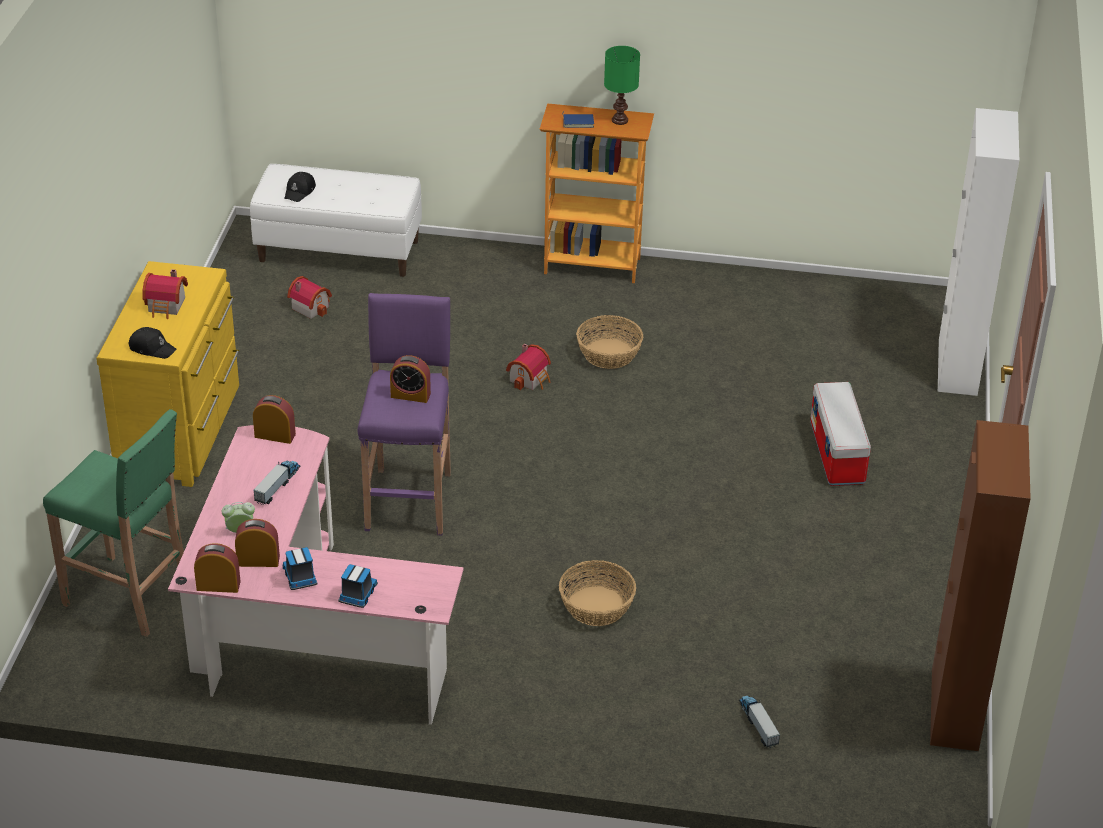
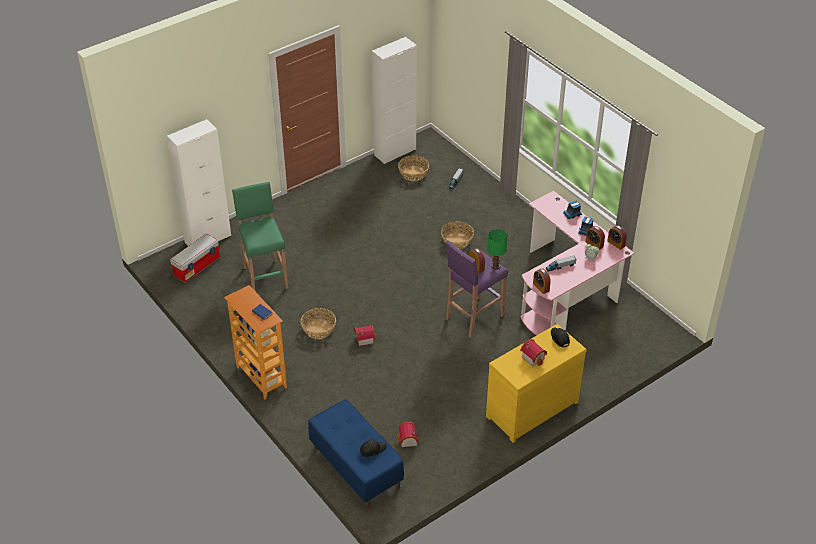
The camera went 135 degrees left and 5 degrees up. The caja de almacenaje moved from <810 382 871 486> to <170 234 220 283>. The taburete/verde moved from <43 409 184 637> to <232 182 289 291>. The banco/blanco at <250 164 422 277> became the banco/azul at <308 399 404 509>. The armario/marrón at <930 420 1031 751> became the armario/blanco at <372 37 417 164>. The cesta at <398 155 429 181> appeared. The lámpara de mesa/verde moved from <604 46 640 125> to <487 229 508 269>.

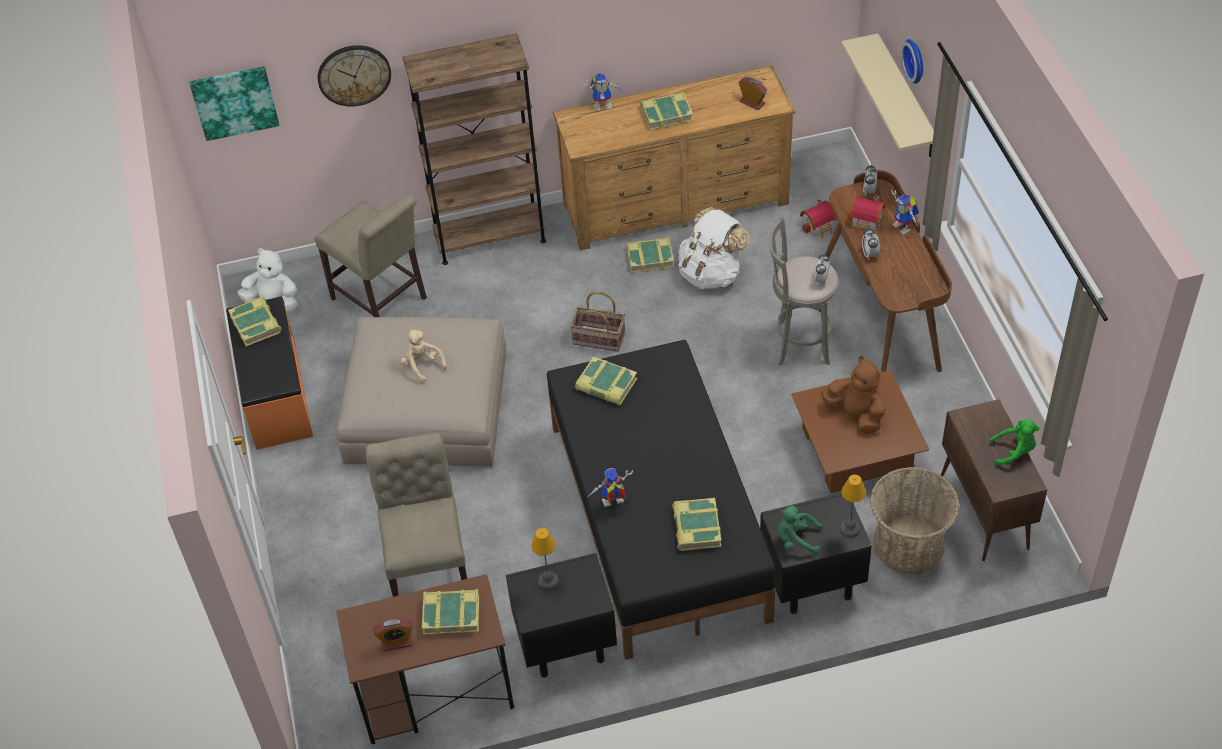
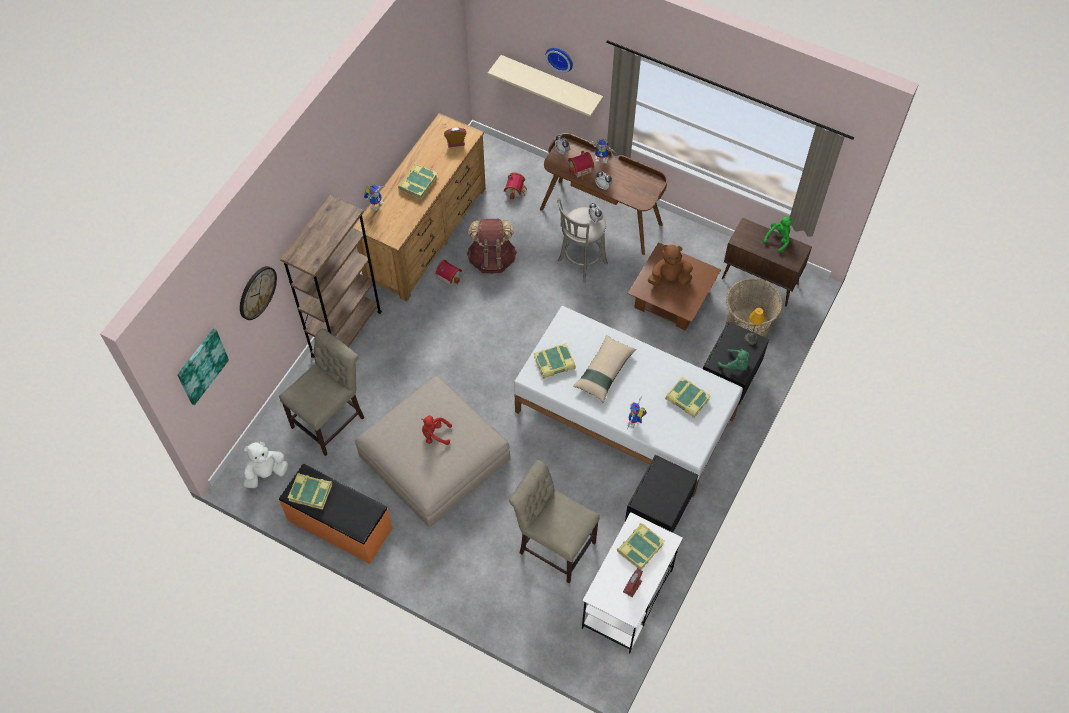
The camera went 50 degrees left and 10 degrees up. The silla/beis at <315 194 427 317> turned 45 degrees counterclockwise. The peluche/beis at <400 329 447 383> became the peluche/rojo at <421 416 452 445>. The libro at <626 237 674 273> was replaced by the casita at <435 260 462 286>. The mochila/blanco at <678 207 750 289> became the mochila/marrón at <467 219 517 274>. The cama/negro at <547 340 775 660> became the cama/blanco at <514 306 743 498>. The cojín/beis at <573 335 636 403> appeared. The escritorio/marrón at <336 574 514 745> became the escritorio/blanco at <582 512 683 654>. The peluche/verde at <778 506 822 555> turned 105 degrees counterclockwise. The lámpara de mesa at <531 528 559 590> disappeared. The cesta at <570 291 625 352> disappeared.

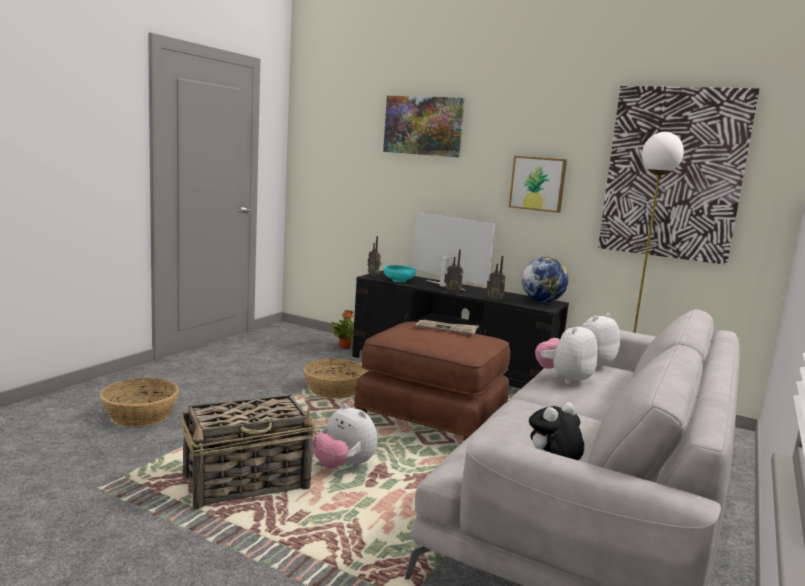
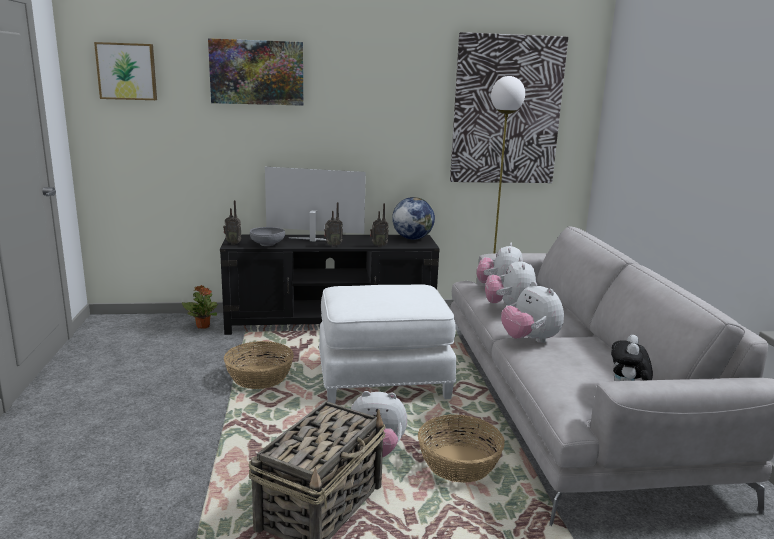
The camera went 35 degrees left and 5 degrees up. The cuadro moved from <509 156 567 213> to <94 42 157 100>. The cuenco/turquesa at <384 265 416 282> became the cuenco/gris at <250 227 285 246>. The puf/marrón at <354 322 510 442> became the puf/blanco at <319 284 456 404>. The cesta moved from <100 378 179 427> to <418 415 505 483>. The peluche at <501 282 564 343> appeared. The periódico at <416 320 479 335> disappeared.

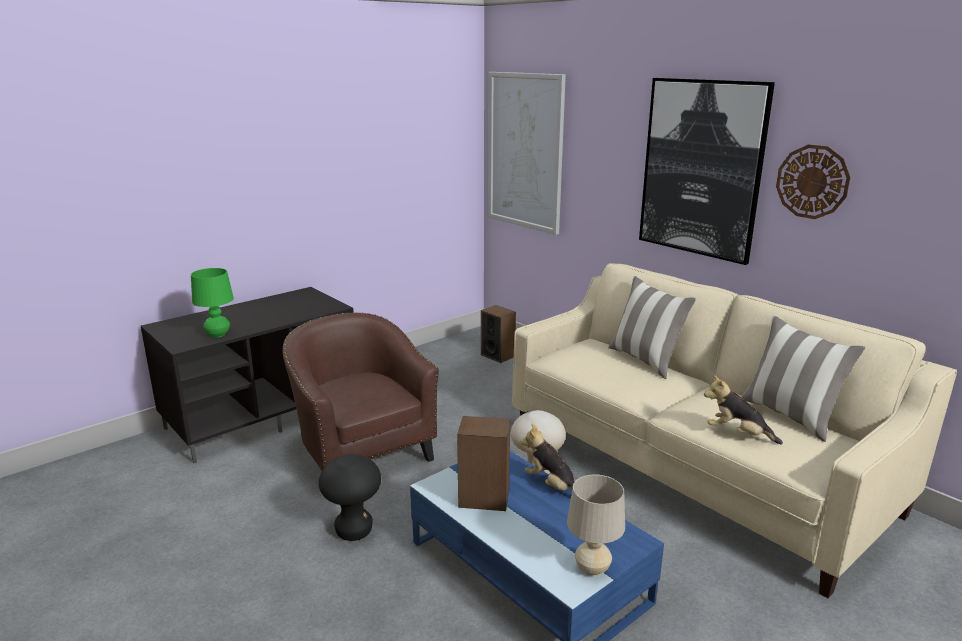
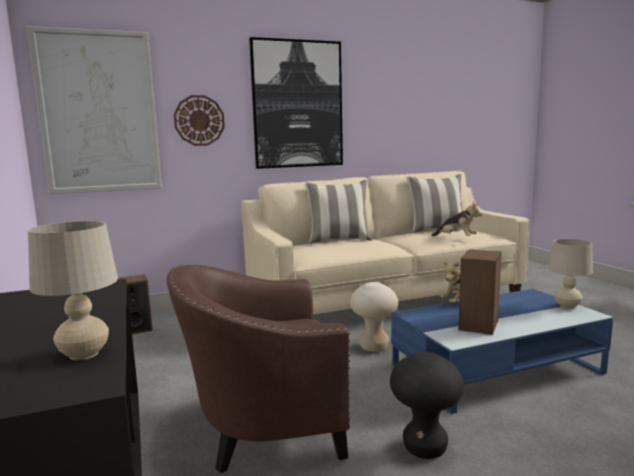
The camera went 70 degrees left and 10 degrees down. The lámpara de mesa/verde at <191 268 234 338> became the lámpara de mesa/beis at <28 221 118 360>. The reloj de pared moved from <776 144 851 219> to <174 95 225 146>. The peluche at <704 375 783 444> turned 105 degrees counterclockwise.

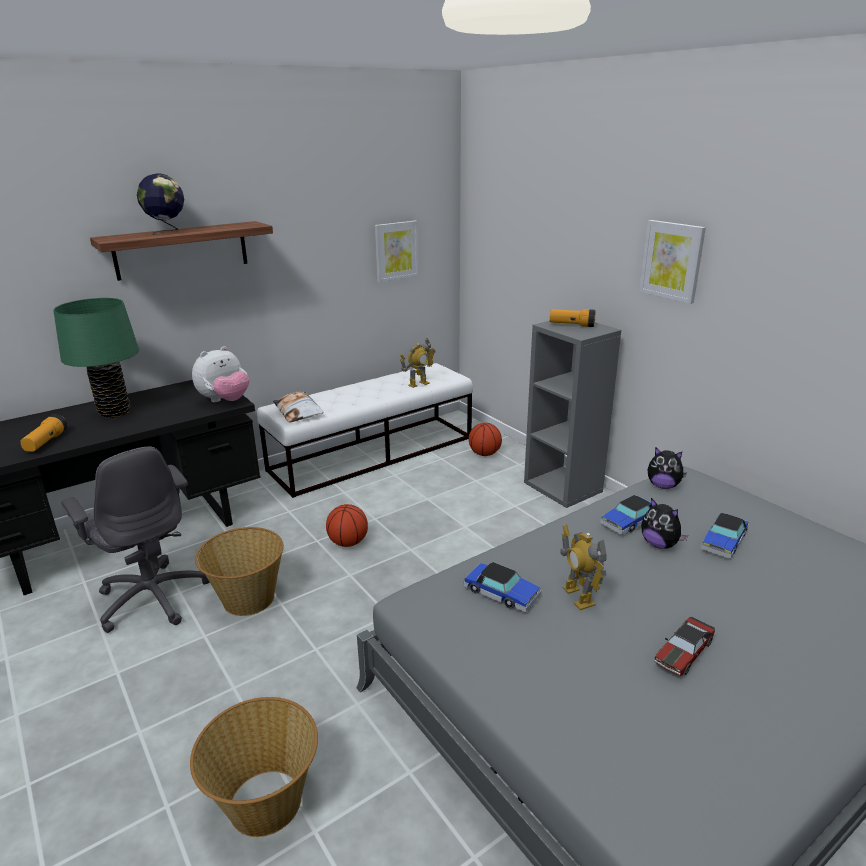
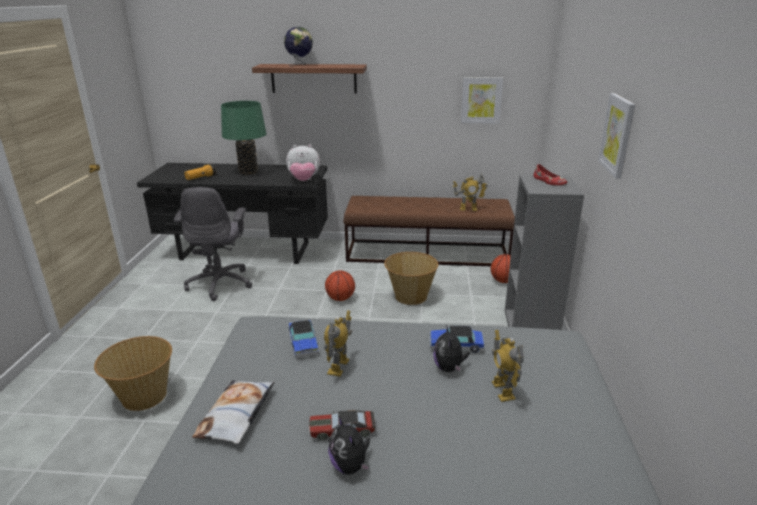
The camera went 40 degrees right and 0 degrees up. The cojín moved from <273 391 324 423> to <192 380 275 444>. The peluche moved from <647 447 687 489> to <328 417 370 475>. The banco/blanco at <257 363 473 498> became the banco/marrón at <343 196 515 266>. The cesta moved from <195 527 284 616> to <384 252 438 305>. The coche de juguete at <701 513 748 559> was replaced by the robot de juguete at <492 330 524 402>. The linterna at <550 309 596 327> was replaced by the zapato/rojo at <534 164 567 185>.

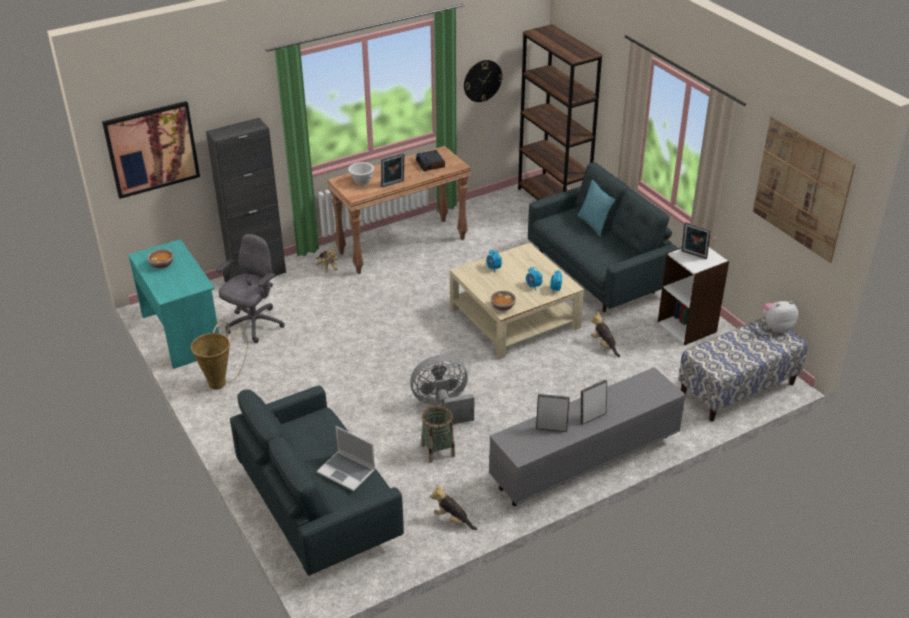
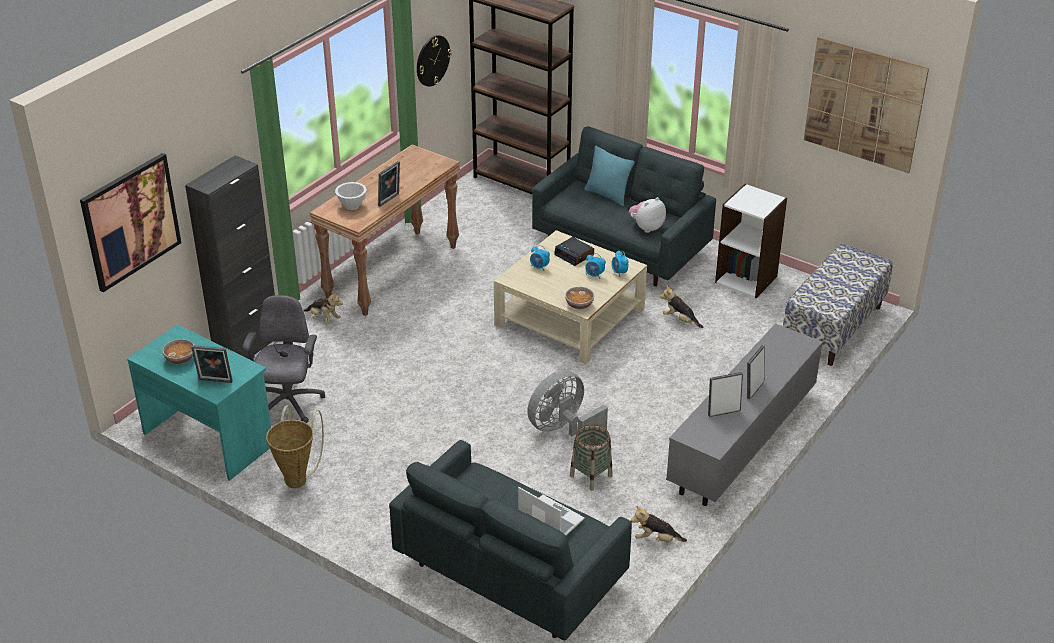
The camera went 25 degrees left and 0 degrees up. The portarretratos moved from <682 222 711 259> to <191 345 233 383>. The portátil at <317 426 375 491> turned 150 degrees counterclockwise. The despertador moved from <416 150 445 171> to <554 237 594 266>. The peluche moved from <762 301 798 332> to <629 197 666 233>.

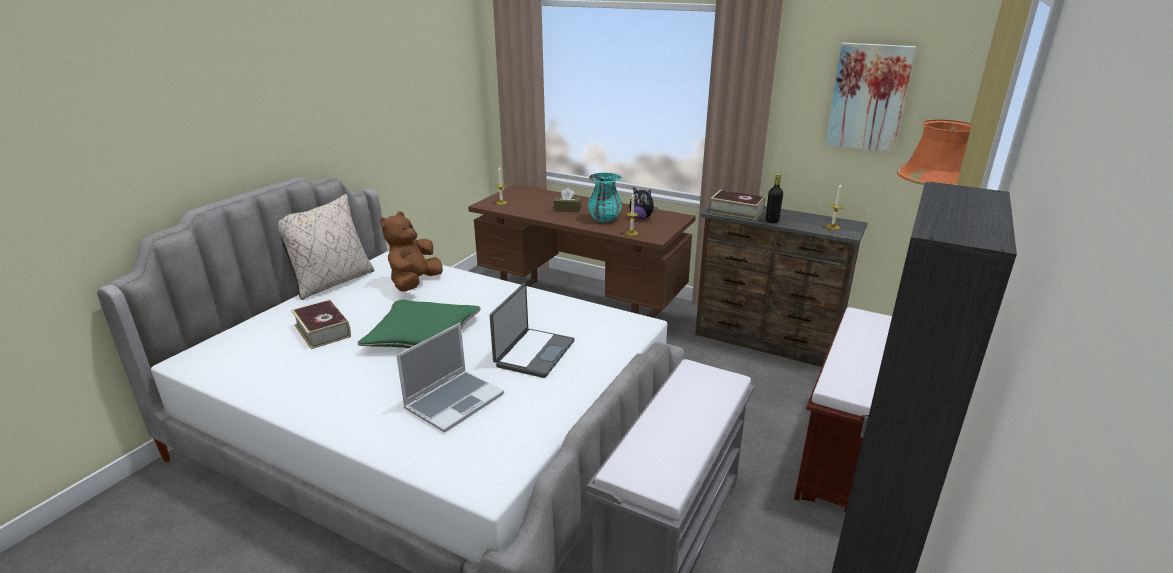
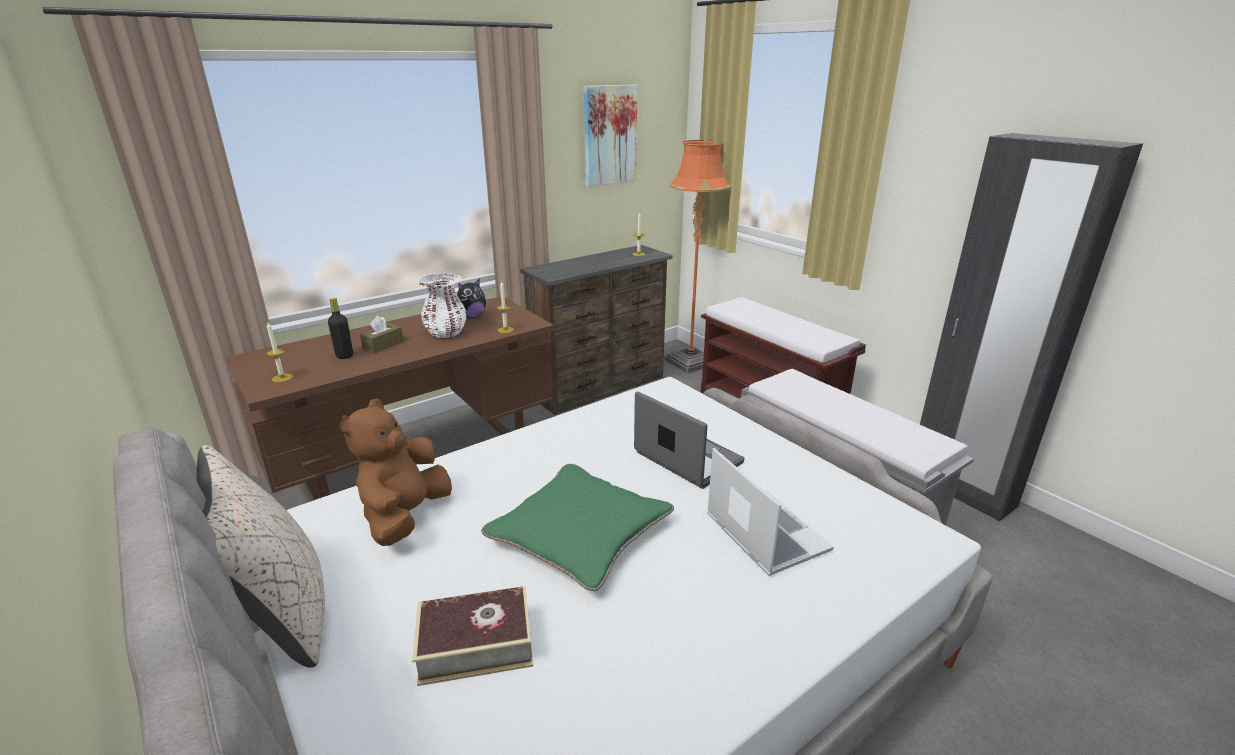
The camera went 65 degrees left and 0 degrees up. The botella/negro moved from <766 174 783 223> to <328 298 353 359>. The peluche/marrón at <380 211 443 292> turned 60 degrees clockwise. The florero/turquesa at <588 173 622 222> became the florero/blanco at <417 273 467 338>. The libro at <709 189 766 220> disappeared.

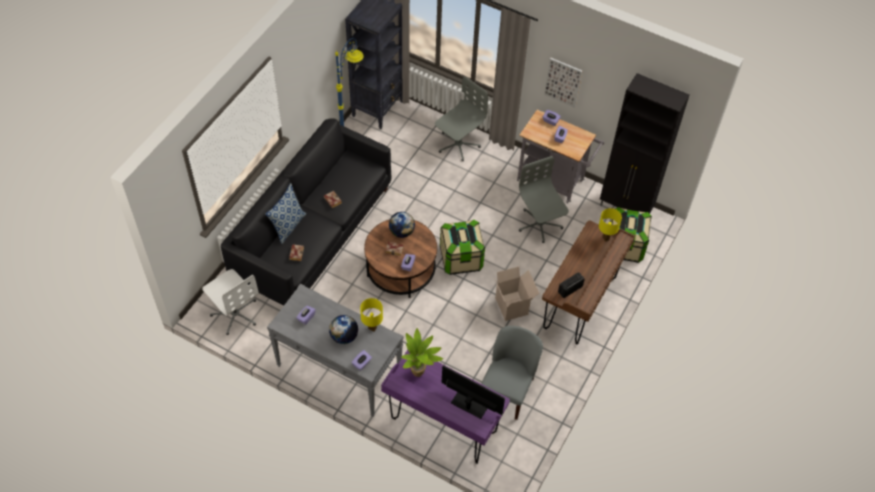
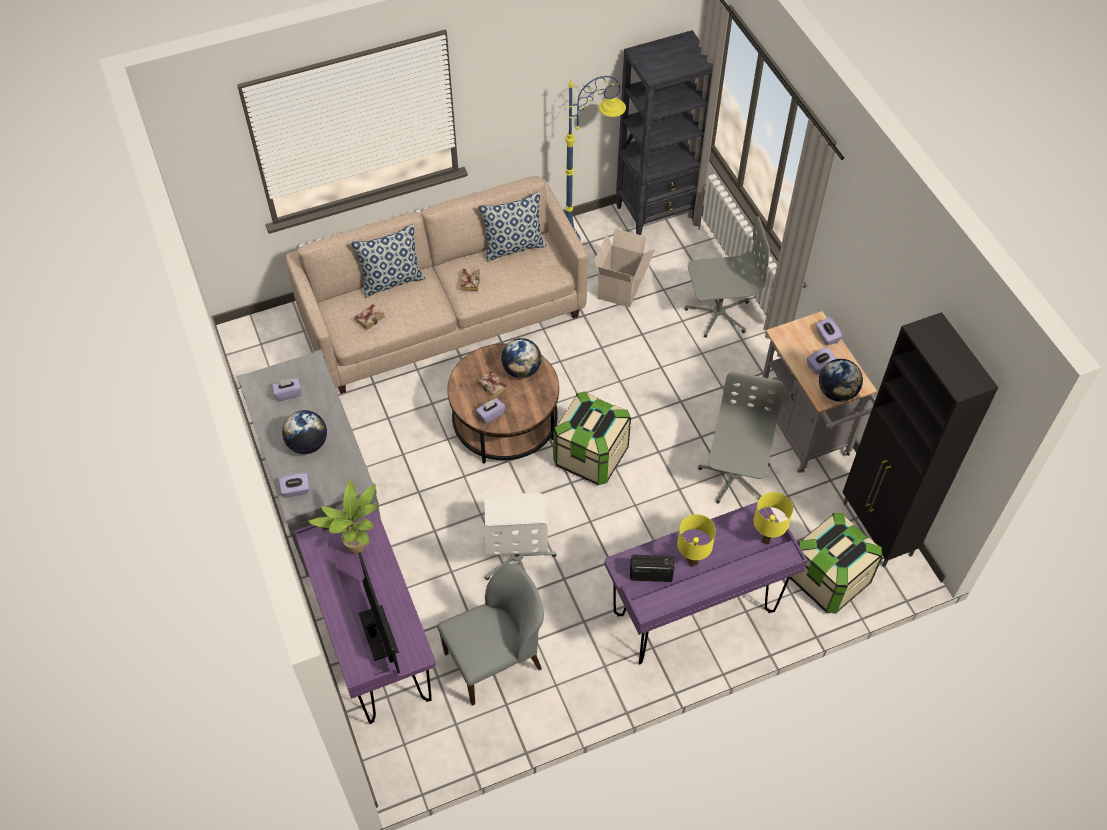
The camera went 40 degrees right and 0 degrees up. The sofá/negro at <221 118 391 305> became the sofá/beis at <286 176 588 394>. The cojín at <478 191 547 262> appeared. The silla de oficina/blanco moved from <202 269 259 335> to <484 493 556 580>. The caja de cartón moved from <494 266 539 321> to <594 229 656 307>. The escritorio/marrón at <542 220 635 344> became the escritorio/morado at <605 502 808 664>. The lámpara de mesa/amarillo moved from <360 298 383 332> to <677 514 716 567>. The globo terráqueo at <819 359 863 402> appeared. The cuadro at <544 58 582 108> disappeared.

